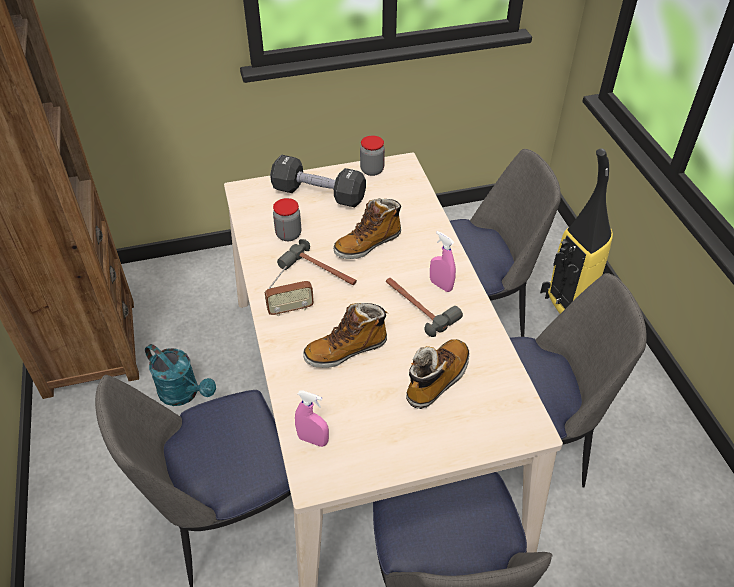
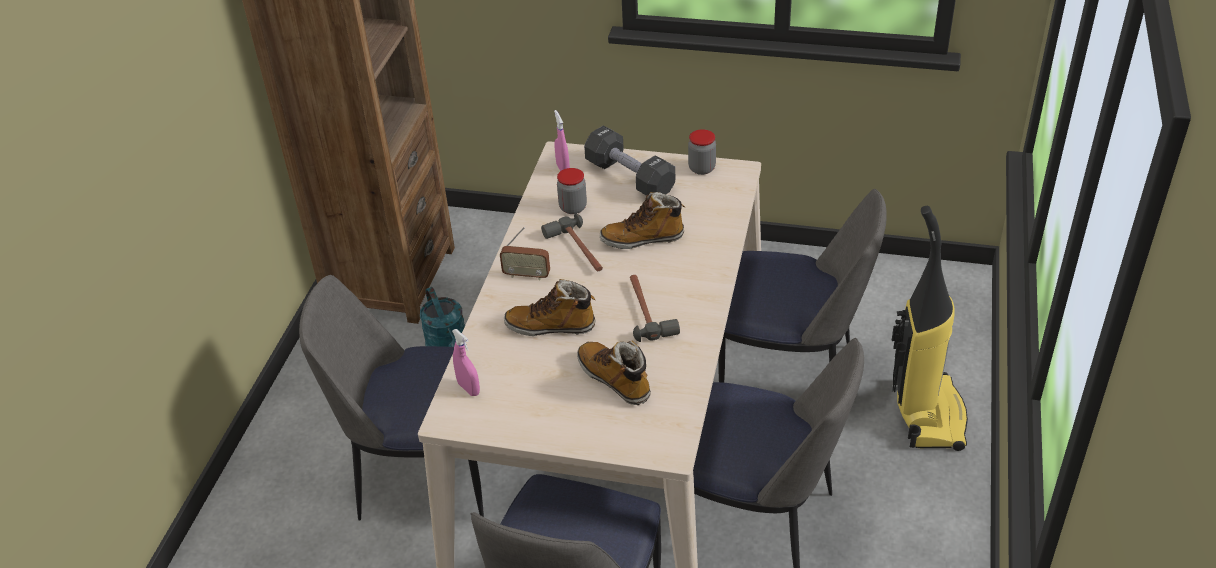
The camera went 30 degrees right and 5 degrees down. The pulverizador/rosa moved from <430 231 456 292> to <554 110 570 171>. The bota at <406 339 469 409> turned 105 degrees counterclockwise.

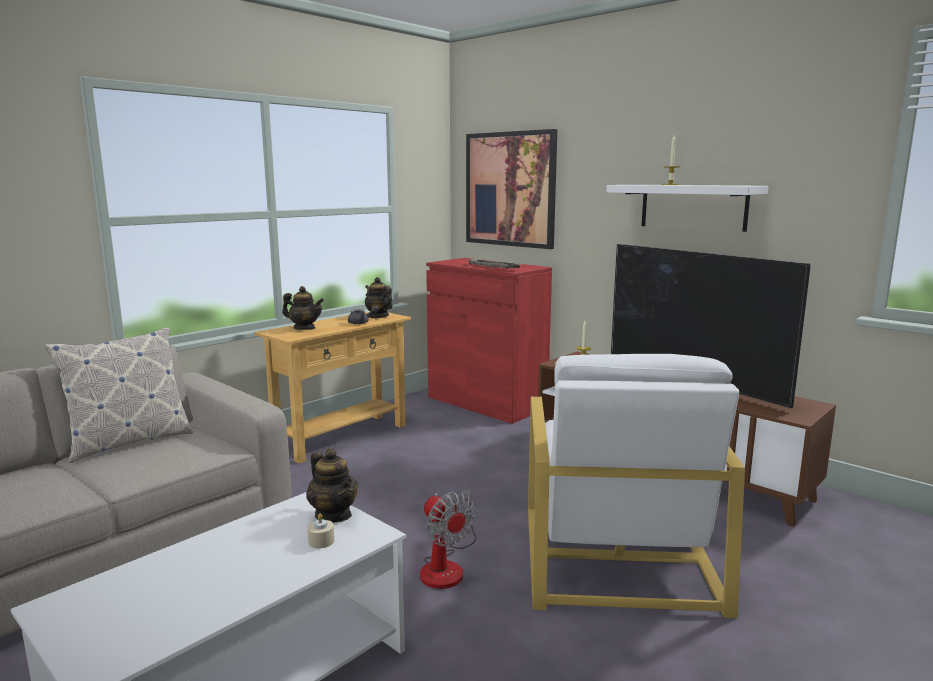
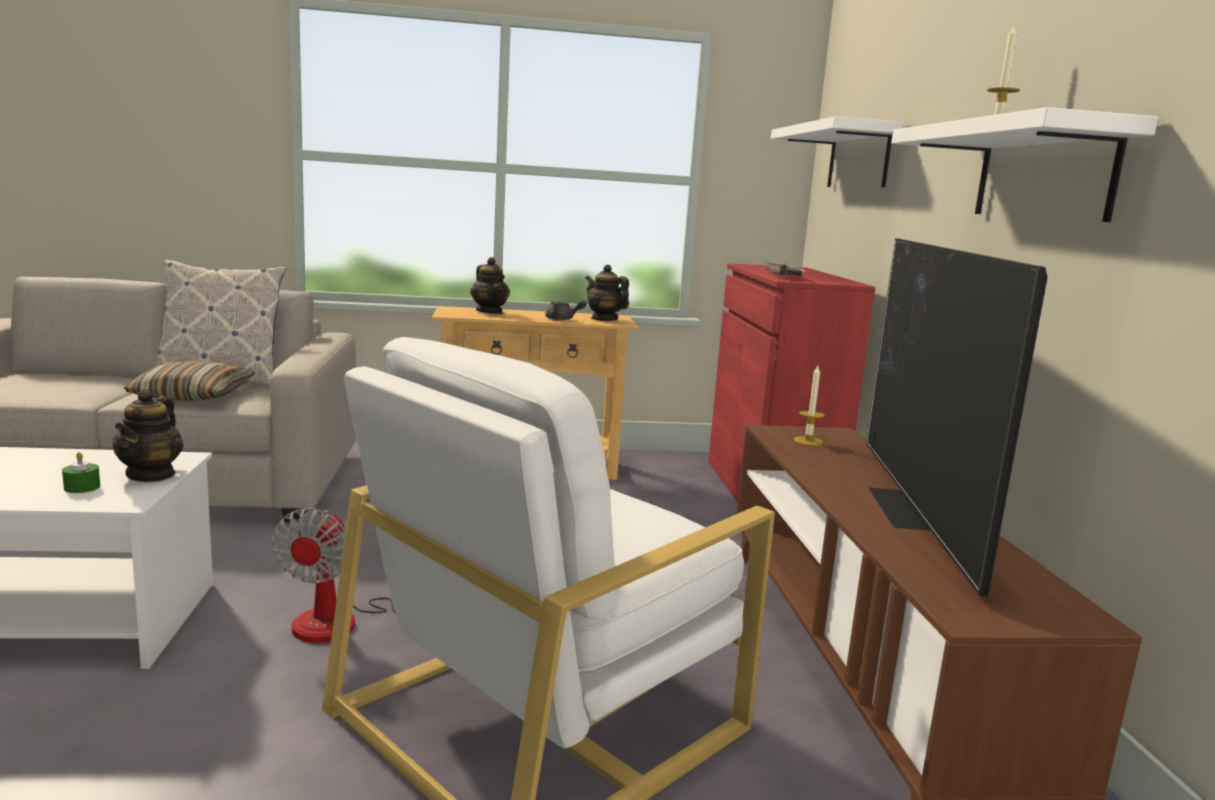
The camera went 40 degrees right and 0 degrees up. The vela/beis at <307 513 334 549> became the vela/verde at <62 452 100 493>. The cojín at <123 361 255 401> appeared. The tetera at <365 277 392 318> turned 45 degrees counterclockwise. The cuadro at <466 129 557 249> was replaced by the estante/blanco at <771 116 904 187>.

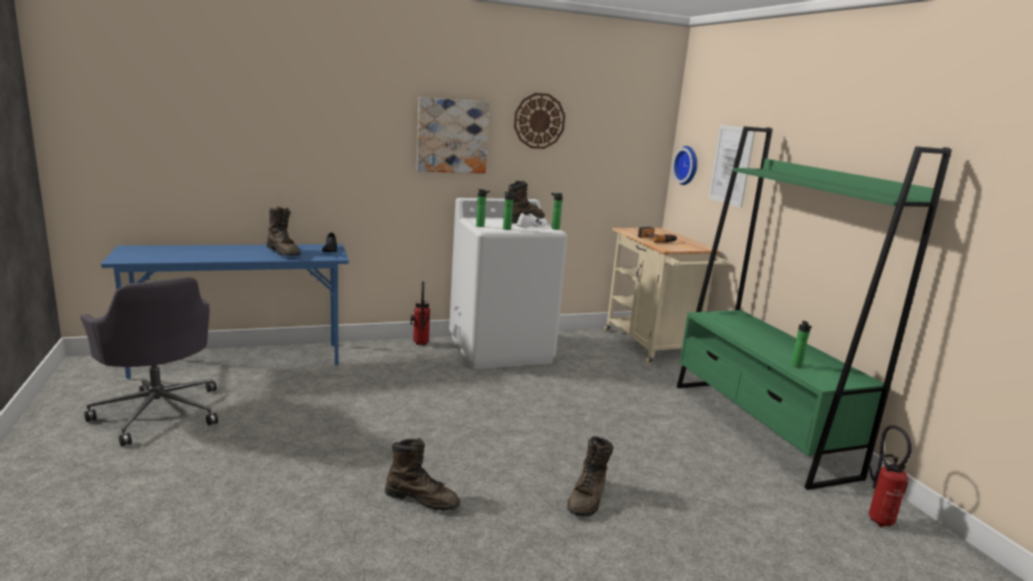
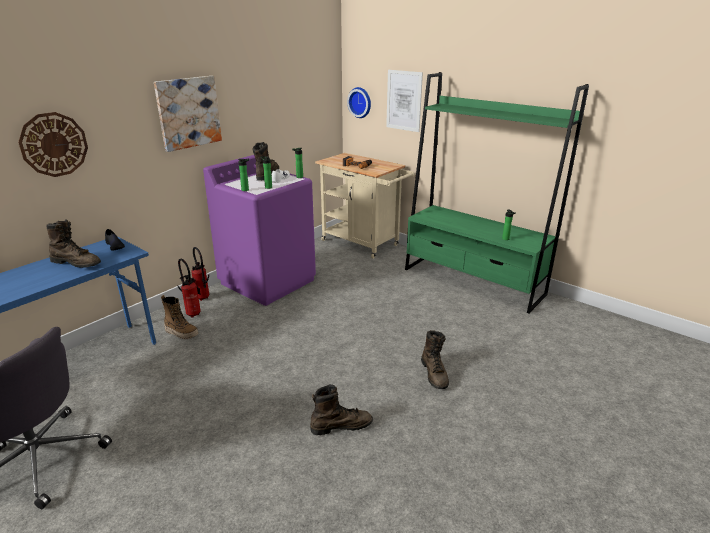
The camera went 30 degrees left and 10 degrees up. The reloj de pared moved from <514 93 565 149> to <18 112 88 177>. The bota at <161 295 198 339> appeared. The extintor moved from <869 425 912 527> to <178 259 201 317>. The lavadora/blanco at <449 198 567 369> became the lavadora/morado at <203 155 316 306>.

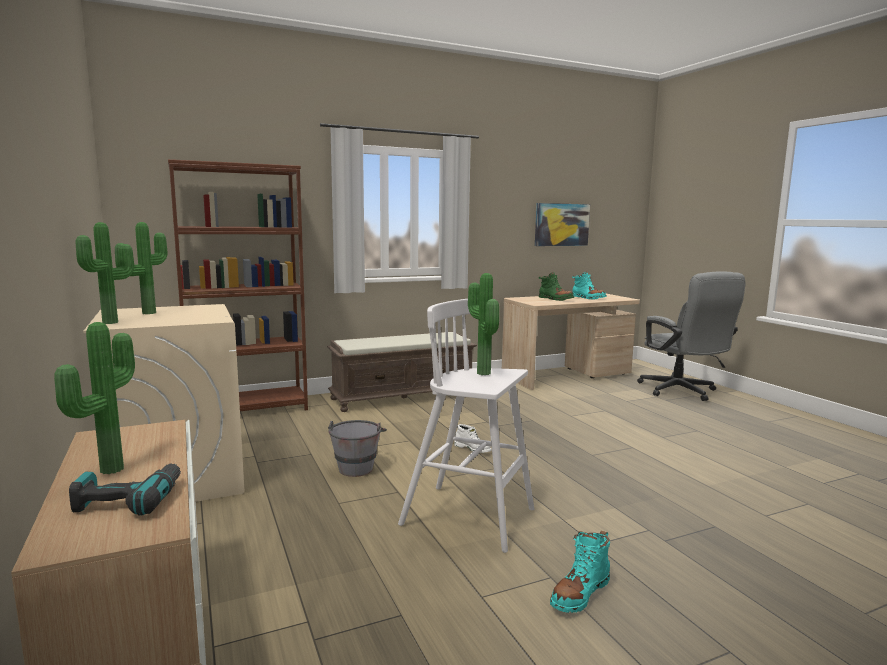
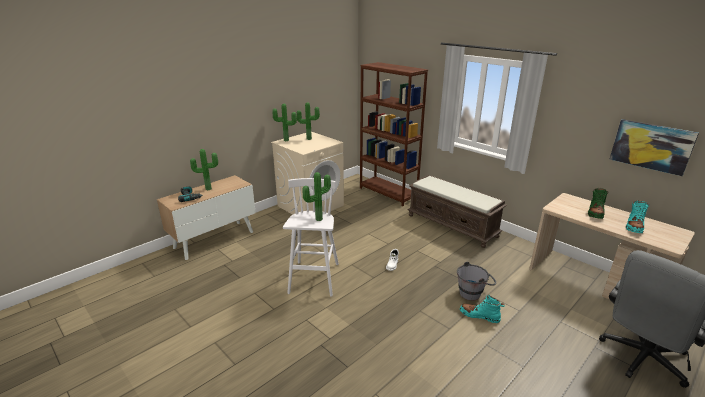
The camera went 70 degrees right and 15 degrees up. The cubo/gris moved from <328 420 387 477> to <457 262 496 301>. The bota/turquesa moved from <550 531 610 613> to <460 295 505 323>.

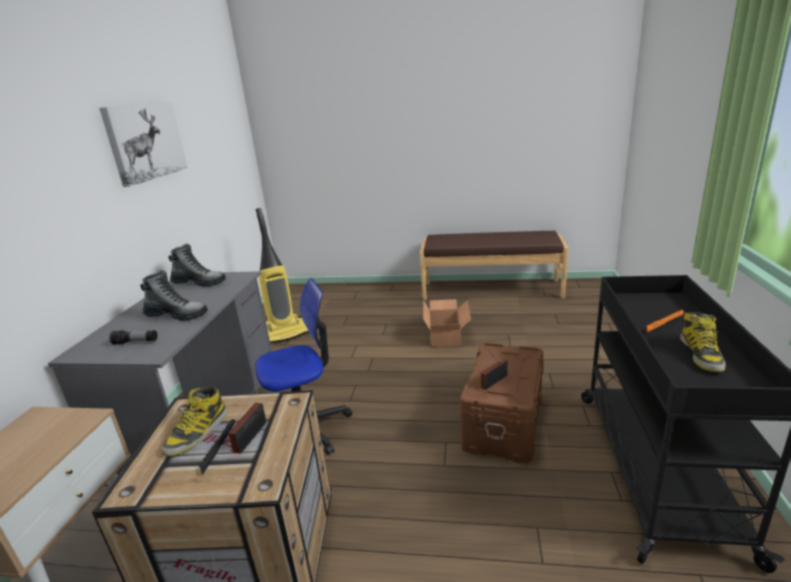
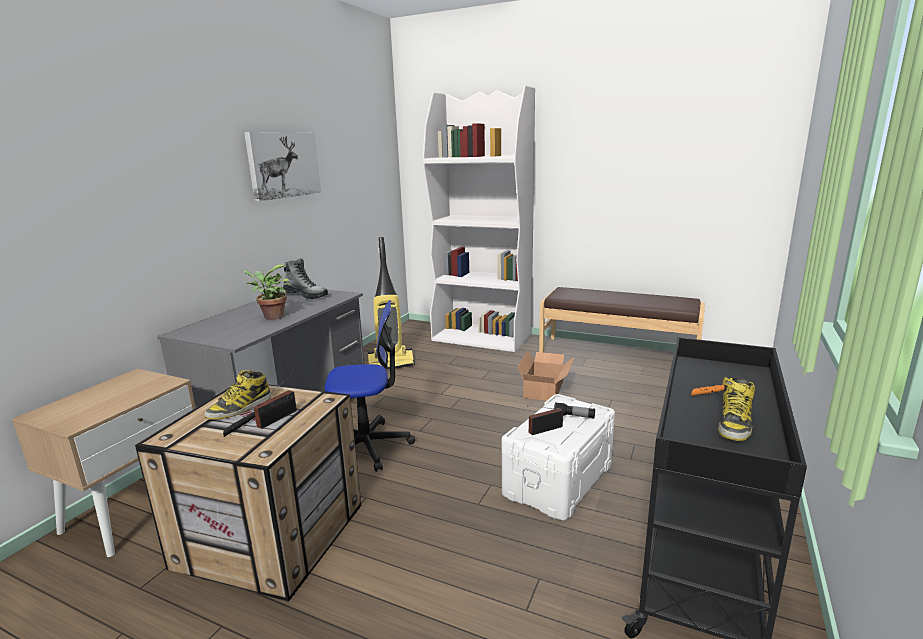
The camera went 15 degrees right and 5 degrees down. The bota at <140 270 208 321> was replaced by the planta en maceta at <243 265 292 320>. The estantería/blanco at <423 85 535 353> appeared. The caja de almacenaje/marrón at <460 342 544 463> became the caja de almacenaje/blanco at <502 394 615 520>. The linterna moved from <109 330 157 345> to <554 402 595 418>.

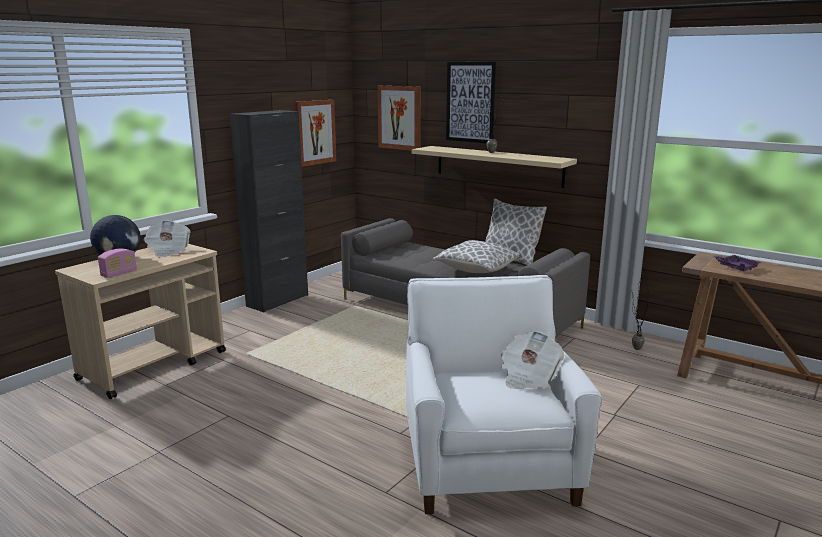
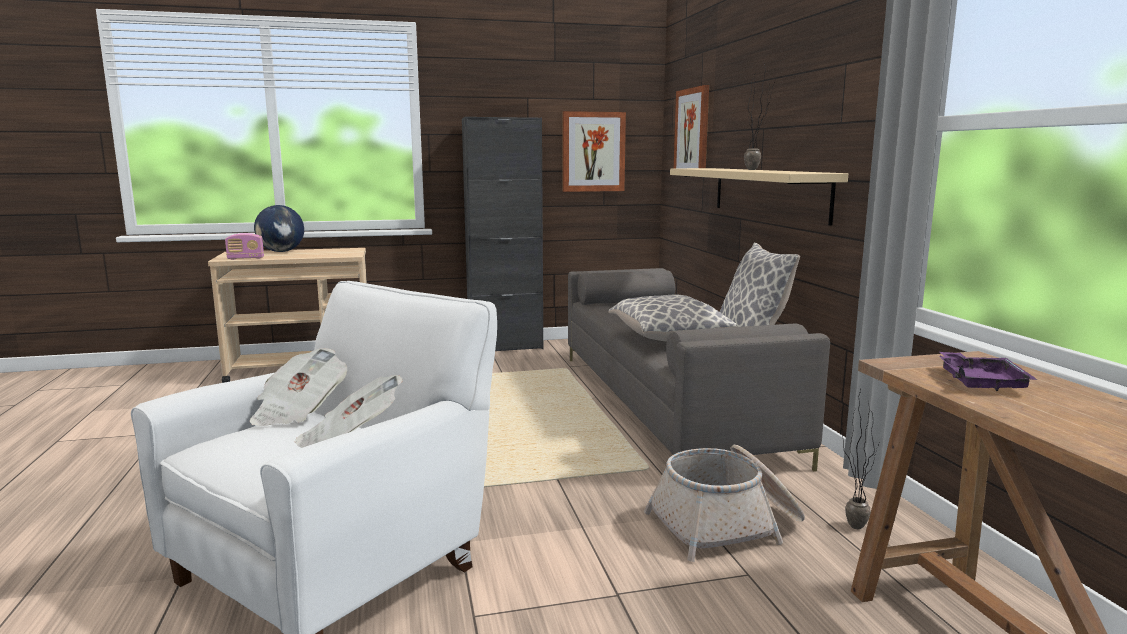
The camera went 40 degrees right and 5 degrees down. The periódico moved from <144 220 191 258> to <249 348 347 426>. The cesta at <644 445 805 562> appeared. The cuadro at <446 62 496 143> disappeared.

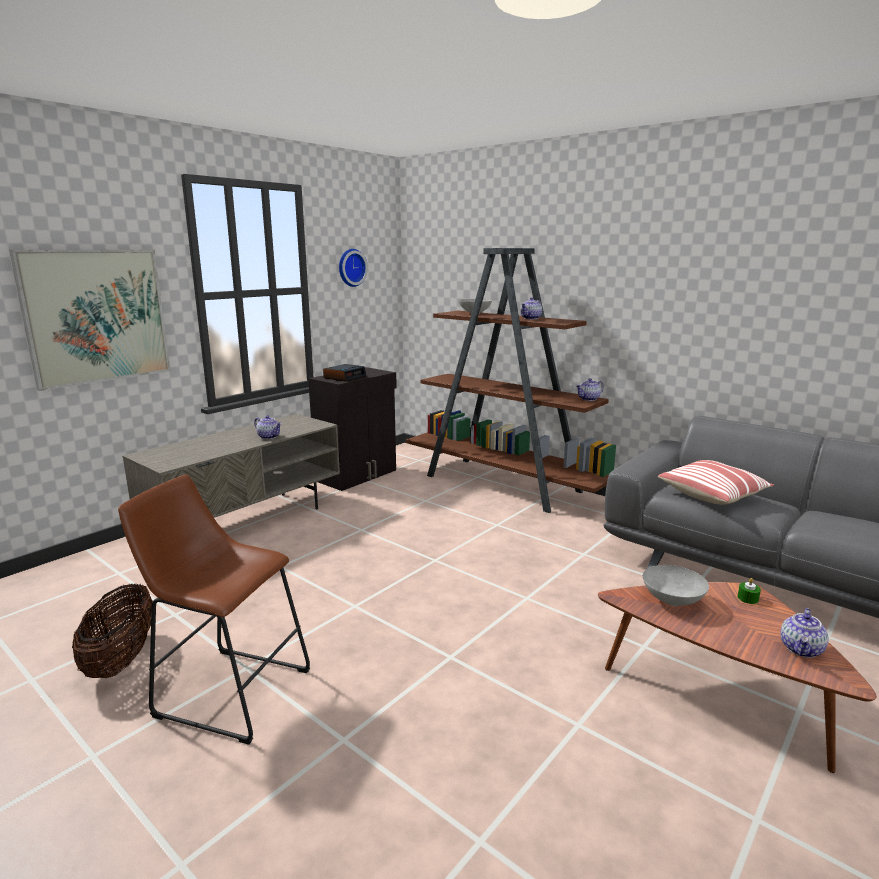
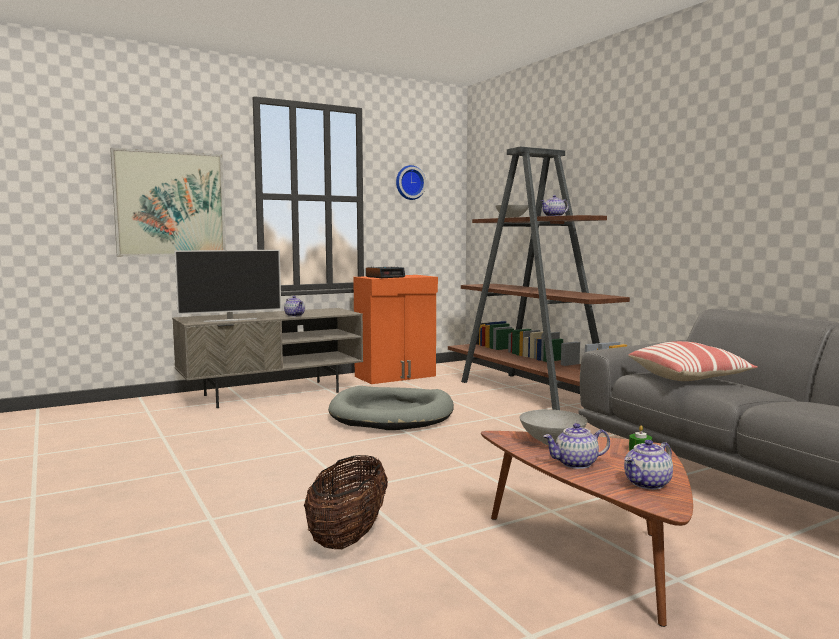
The camera went 20 degrees right and 10 degrees down. The televisor at <174 250 281 322> appeared. The cesta moved from <72 583 153 678> to <304 455 388 549>. The cama para perro/gris at <328 386 454 430> appeared. The armario/negro at <308 367 397 491> became the armario/naranja at <353 275 438 384>. The tetera moved from <576 378 604 401> to <543 423 610 469>. The taburete/marrón at <118 475 310 745> disappeared.

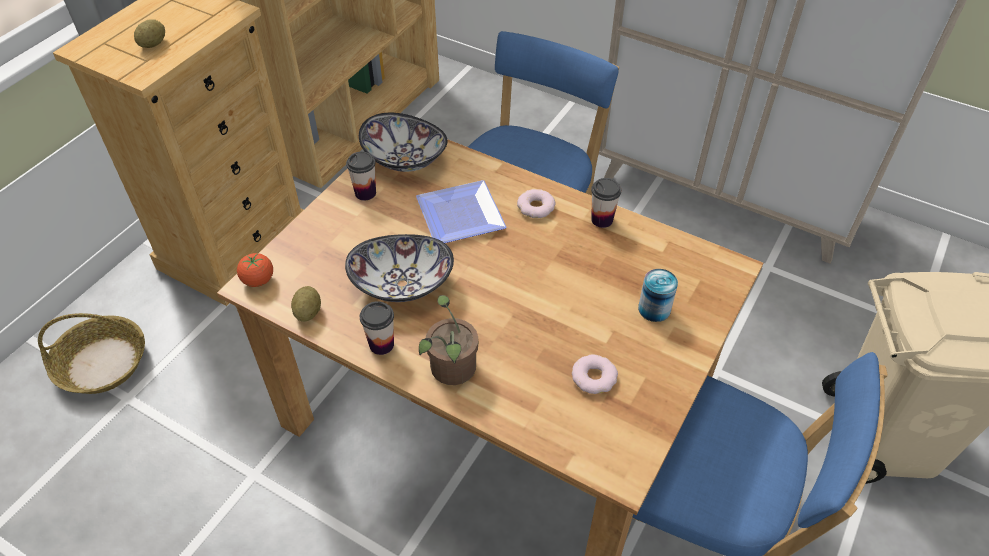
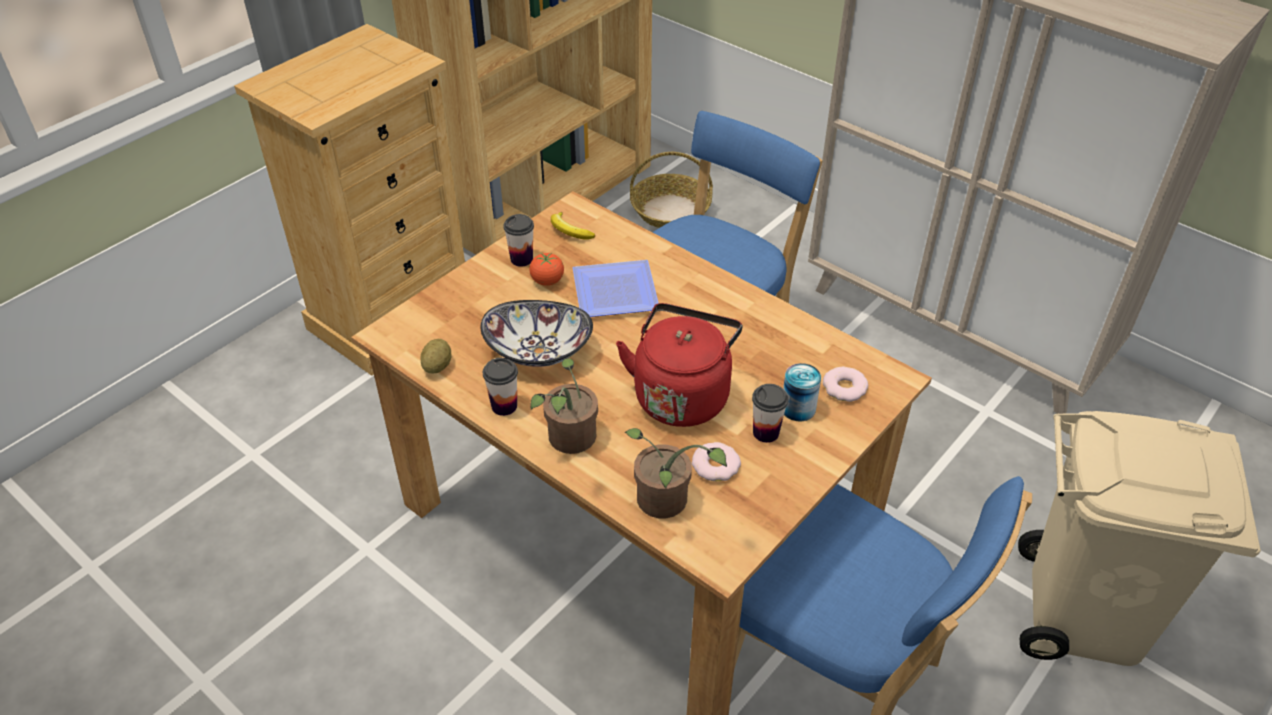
The camera went 10 degrees right and 5 degrees down. The tomate moved from <237 253 273 287> to <529 253 564 286>. The cuenco at <359 113 448 172> was replaced by the plátano at <551 212 595 240>. The hervidor/rojo at <616 303 742 427> appeared. The planta en maceta at <625 428 727 519> appeared. The cesta moved from <38 313 145 394> to <630 152 713 228>. The taza moved from <591 178 621 228> to <752 384 788 443>. The rosquilla moved from <517 189 555 218> to <823 367 868 402>. The patata at <134 19 165 48> disappeared.

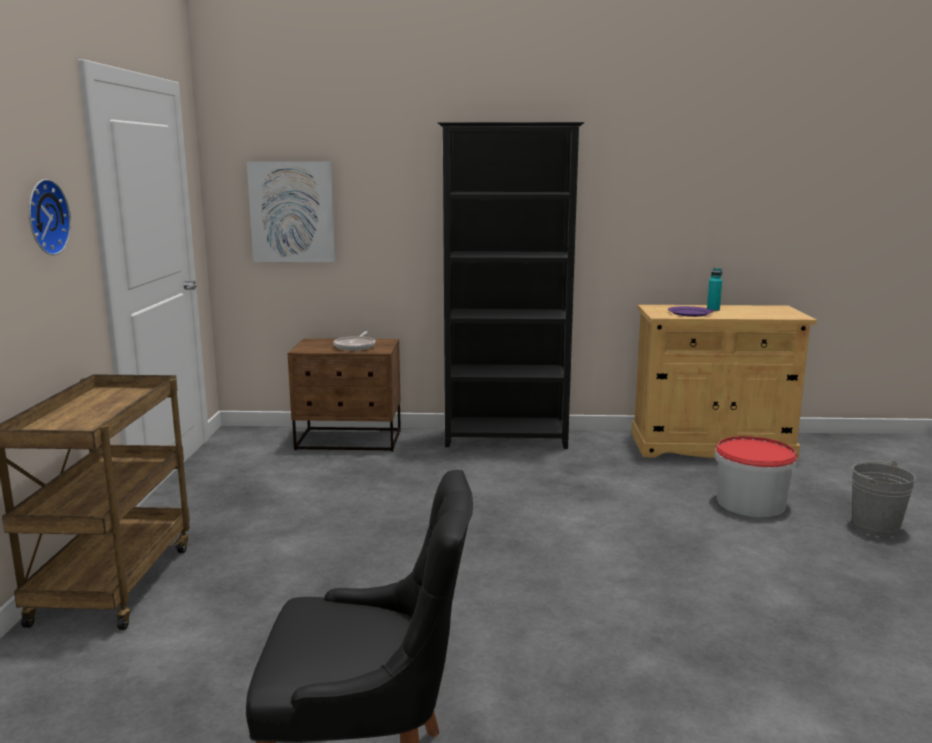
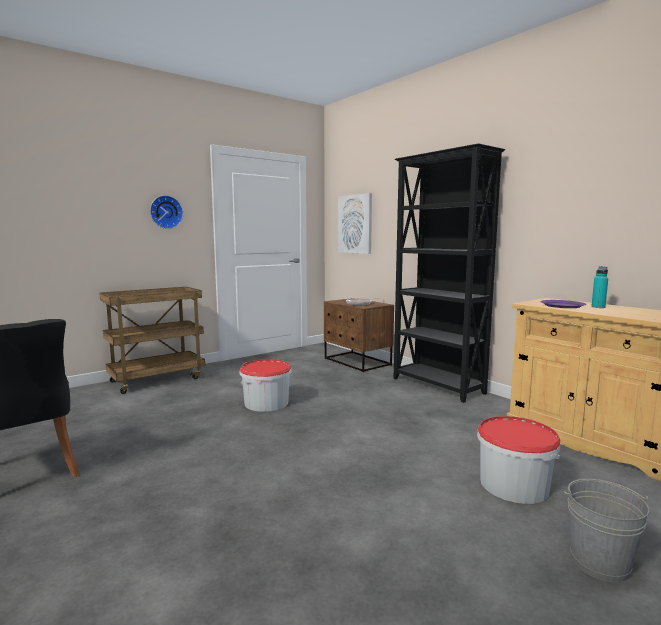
The camera went 50 degrees right and 5 degrees down. The cubo at <240 359 291 412> appeared.

